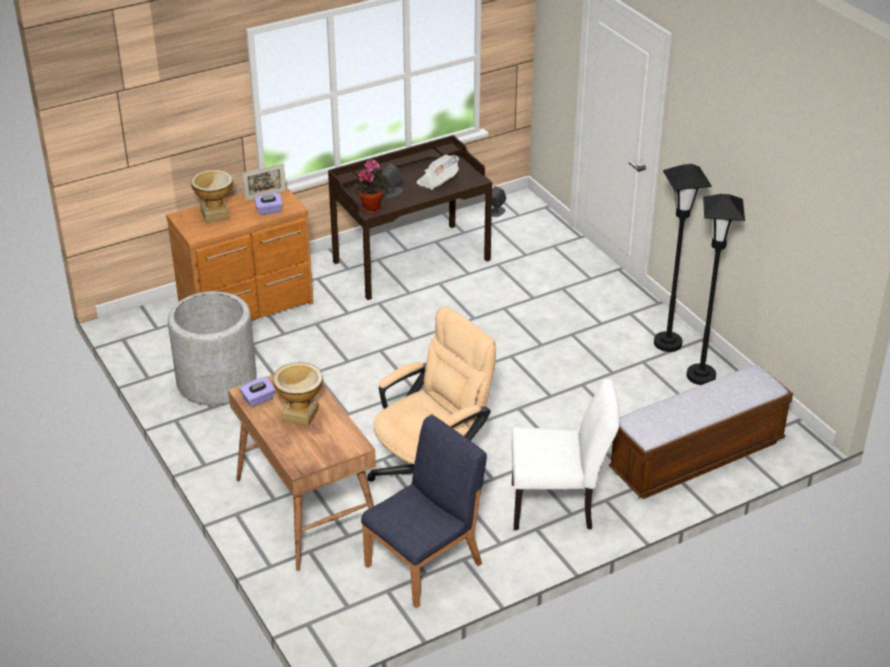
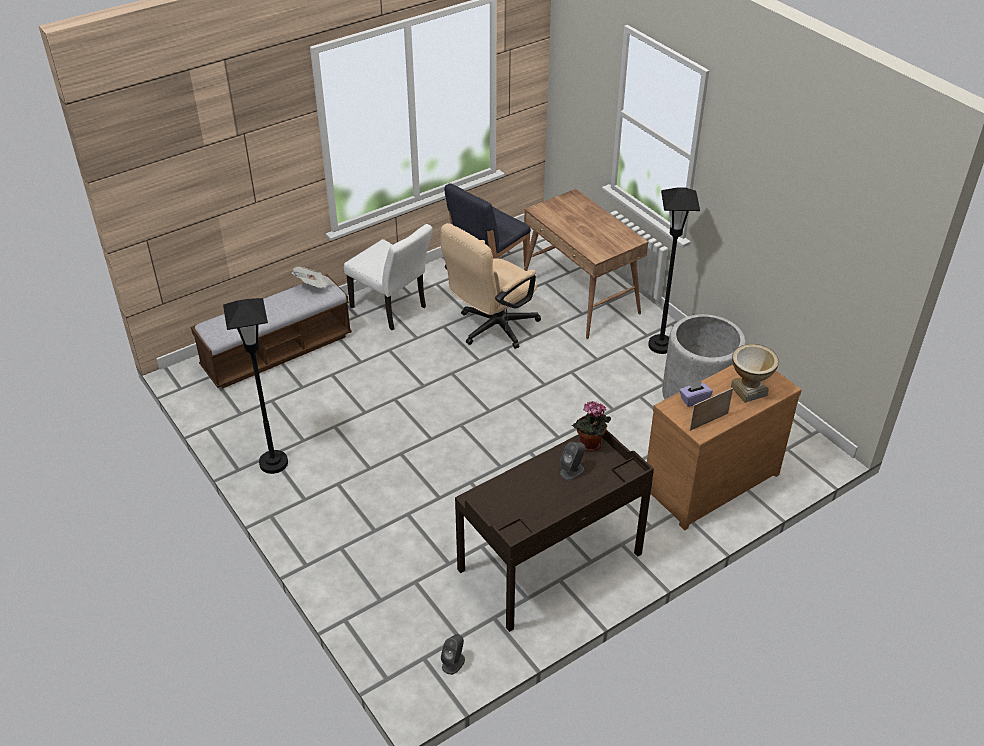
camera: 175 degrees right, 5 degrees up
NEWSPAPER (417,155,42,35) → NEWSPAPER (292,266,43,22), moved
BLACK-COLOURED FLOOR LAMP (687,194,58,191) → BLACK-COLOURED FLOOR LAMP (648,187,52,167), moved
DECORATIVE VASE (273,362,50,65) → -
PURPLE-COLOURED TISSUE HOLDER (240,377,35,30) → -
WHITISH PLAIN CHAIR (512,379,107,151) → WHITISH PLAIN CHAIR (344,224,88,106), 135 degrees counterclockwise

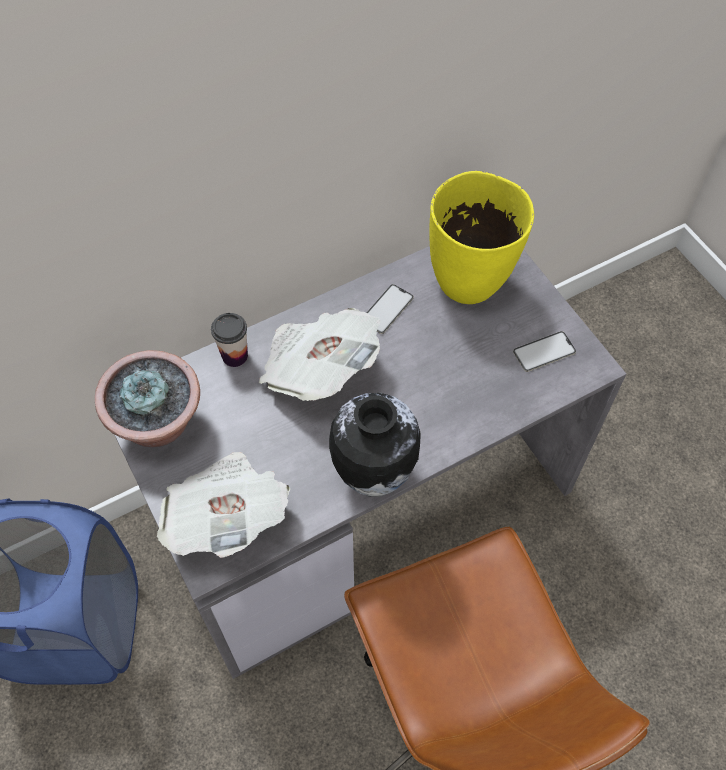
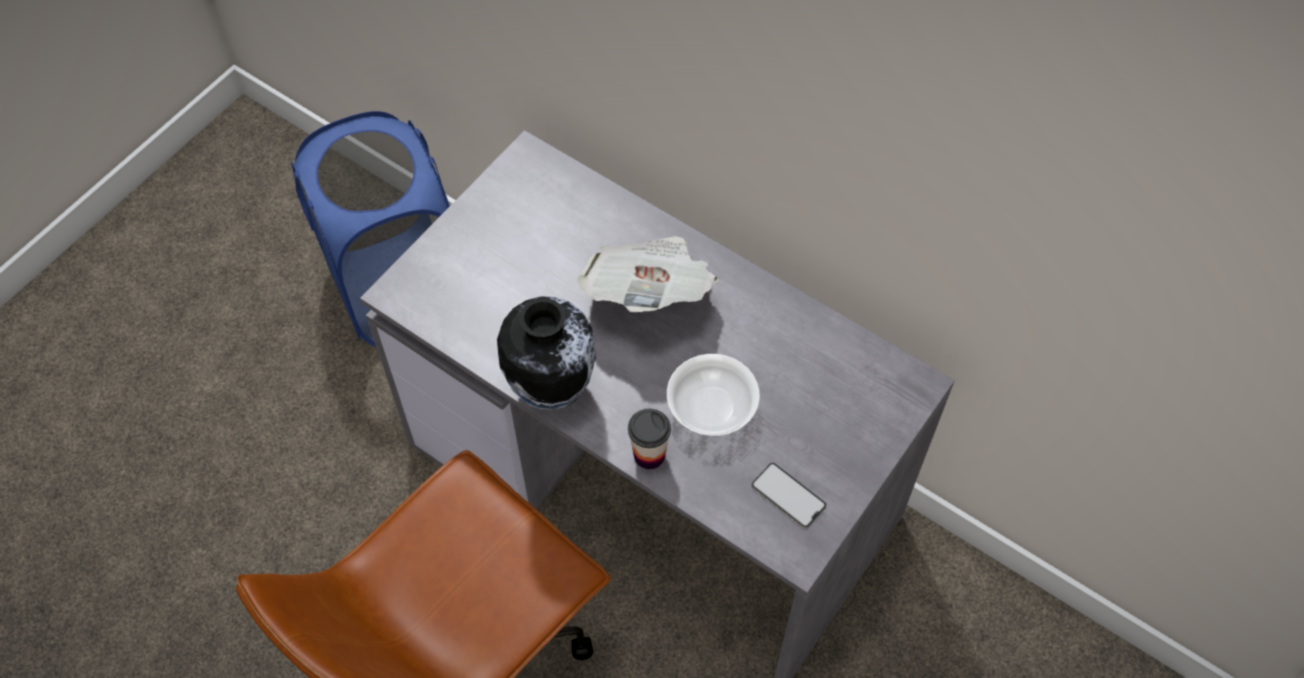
camera: 65 degrees right, 0 degrees up
YELLOW-COLOURED DECORATIVE VASE (429,171,105,133) → -
TELEPHONE (366,284,48,50) → -
CUP (211,313,37,54) → CUP (628,409,43,60), moved
POTTED PLANT (95,350,105,97) → -
NEWSPAPER (157,452,134,106) → -
- → DEEP DISH (667,354,93,82)

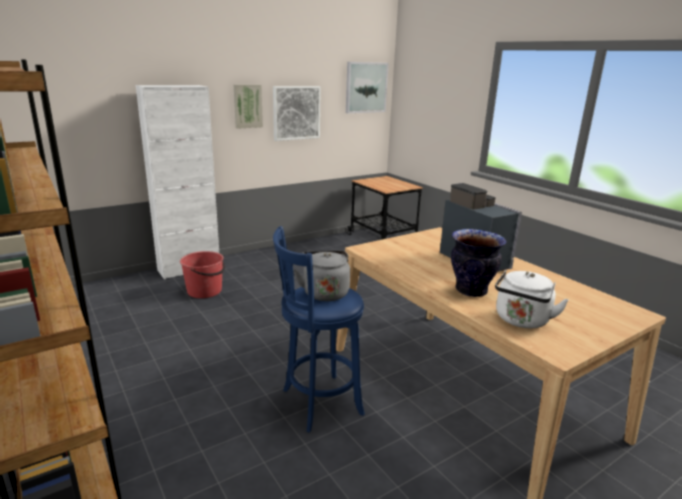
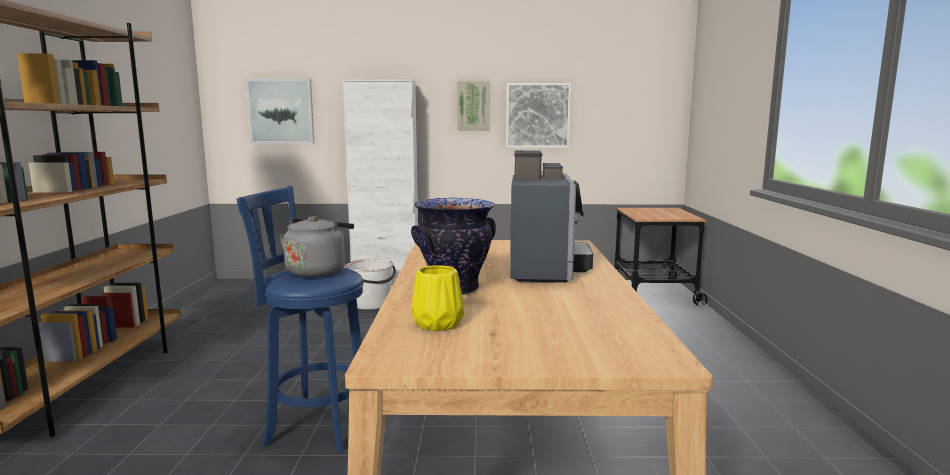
camera: 35 degrees right, 10 degrees down
WALL ART (346,62,43,51) → WALL ART (246,78,68,66), moved
RED PAIL (180,251,45,47) → WHITISH PAIL (345,259,51,51)
WHITISH TEA KETTLE (495,270,74,58) → YELLOW-COLOURED DECORATIVE VASE (411,265,53,66)

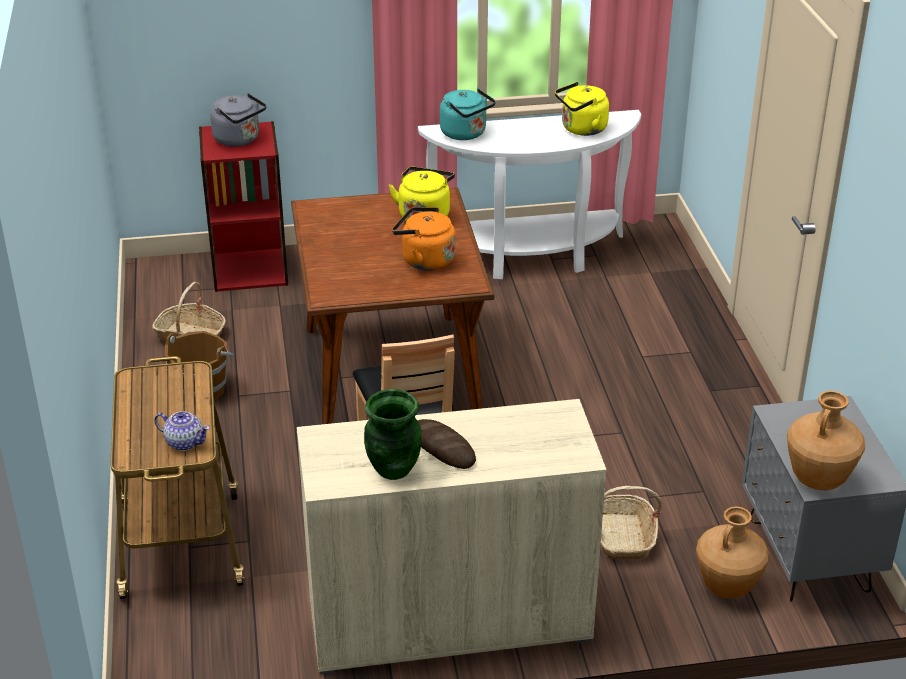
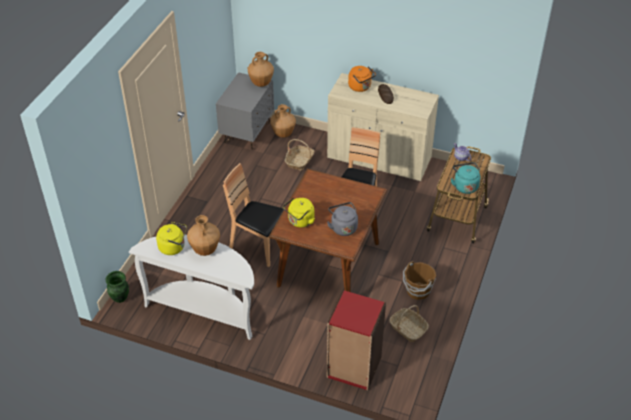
camera: 150 degrees left, 10 degrees up
BLUE-GREEN TEA KETTLE (440,88,56,52) → BLUE-GREEN TEA KETTLE (451,162,29,32), moved
GREYISH TEA KETTLE (210,93,56,54) → GREYISH TEA KETTLE (327,202,31,34), moved
ORANGEY TEA KETTLE (392,207,64,64) → ORANGEY TEA KETTLE (348,66,28,26), moved
GREENISH DECORATIVE VASE (364,389,58,91) → GREENISH DECORATIVE VASE (106,271,23,32), moved
- → BROWNISH PLAIN CHAIR (223,163,61,104)
- → BROWNISH DECORATIVE VASE (187,215,33,41)

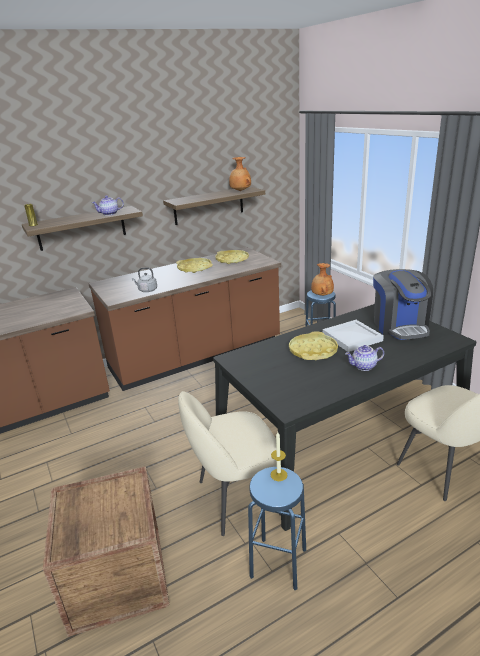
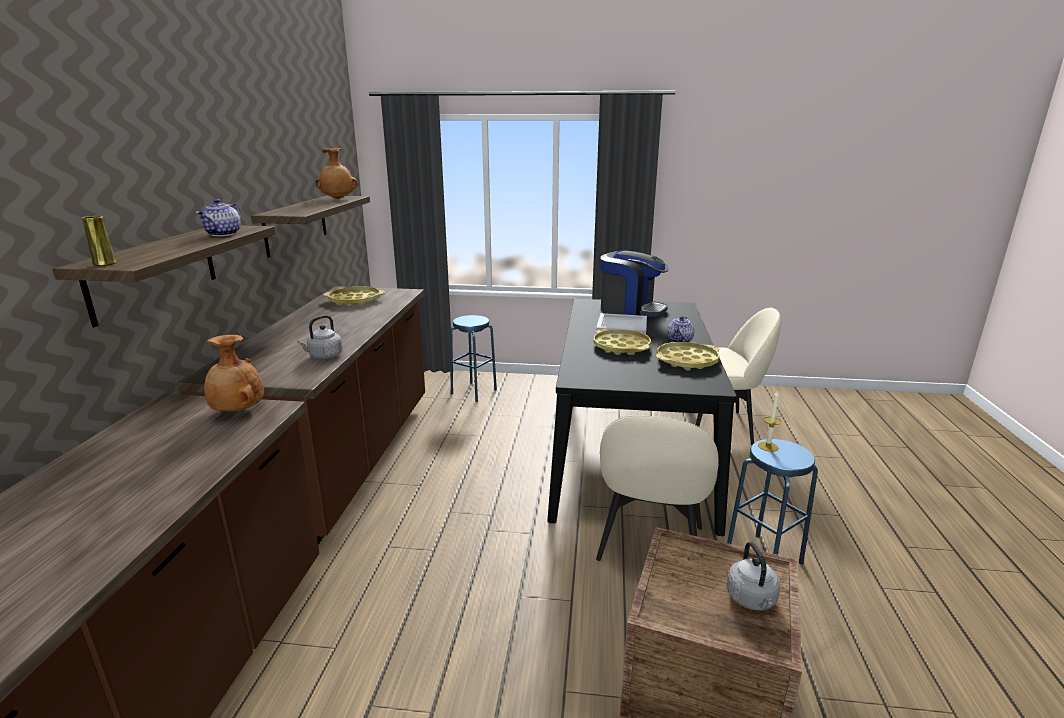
camera: 55 degrees left, 5 degrees down
YELLOW-COLOURED CARRYING TRAY (176,258,37,15) → YELLOW-COLOURED CARRYING TRAY (656,342,64,28), moved
BROWNISH DECORATIVE VASE (311,263,23,33) → BROWNISH DECORATIVE VASE (204,335,60,77), moved
- → GREYISH TEA KETTLE (726,542,54,68)

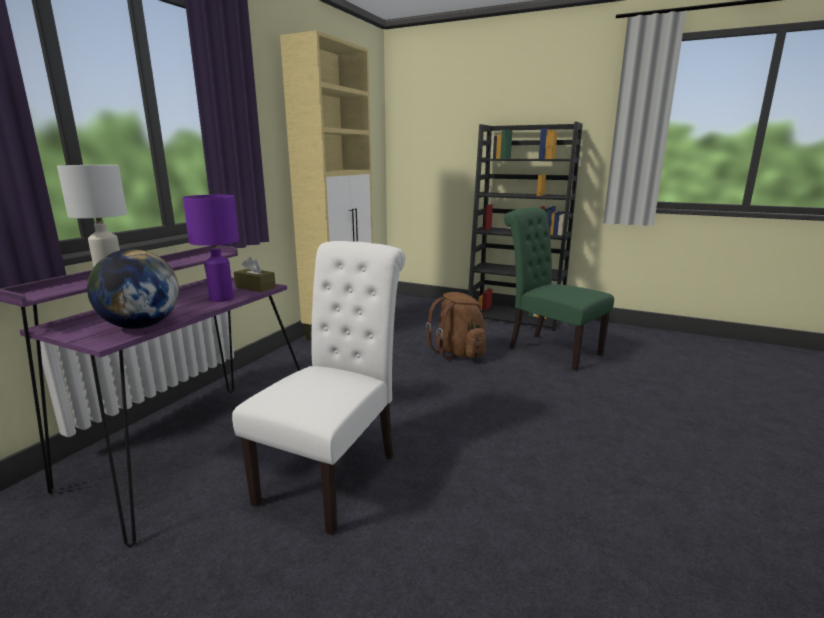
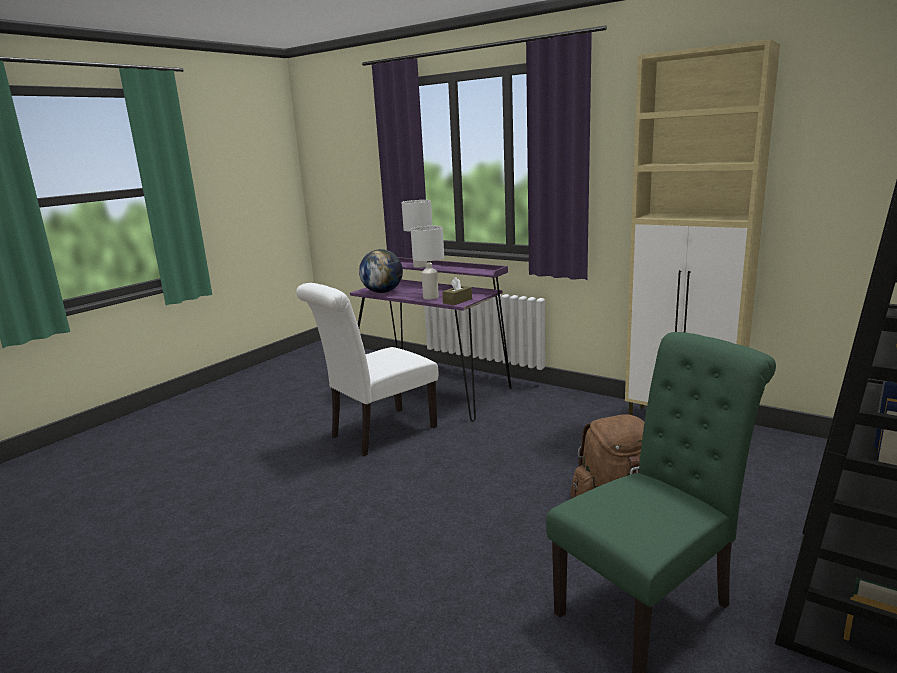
camera: 100 degrees right, 0 degrees up
PURPLE-COLOURED TABLETOP LAMP (183,195,56,107) → WHITISH TABLETOP LAMP (411,226,33,74)
WHITISH PLAIN CHAIR (232,241,173,295) → WHITISH PLAIN CHAIR (296,283,142,173), 105 degrees clockwise

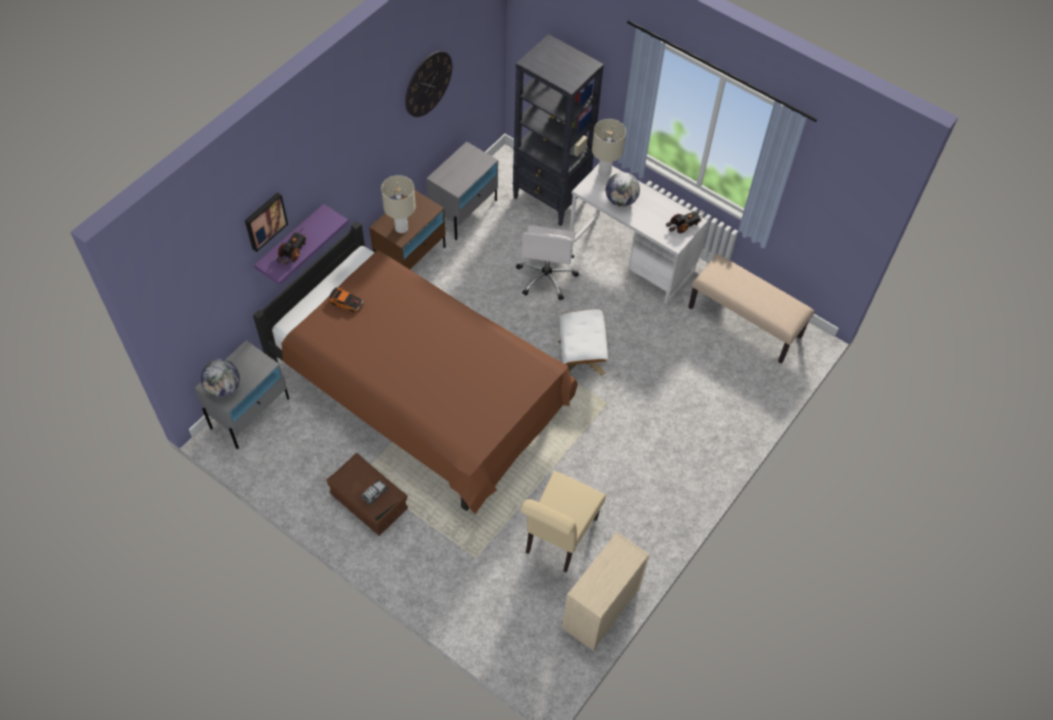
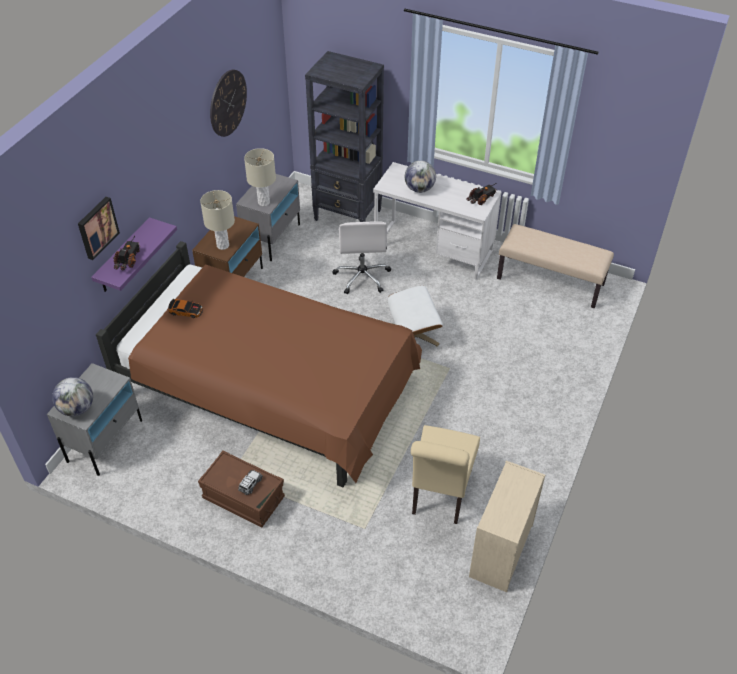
camera: 10 degrees left, 10 degrees down
BEIGE TABLETOP LAMP (592,119,34,58) → BEIGE TABLETOP LAMP (244,148,32,58), moved

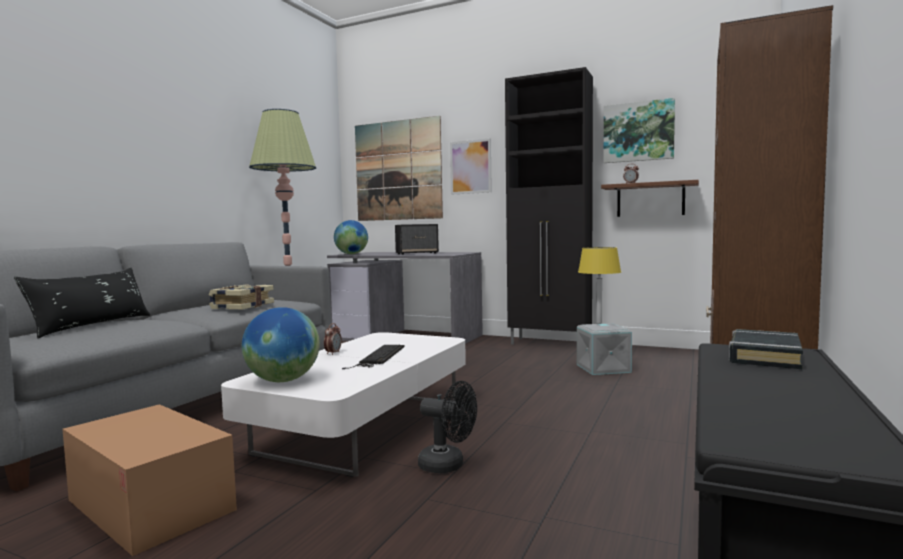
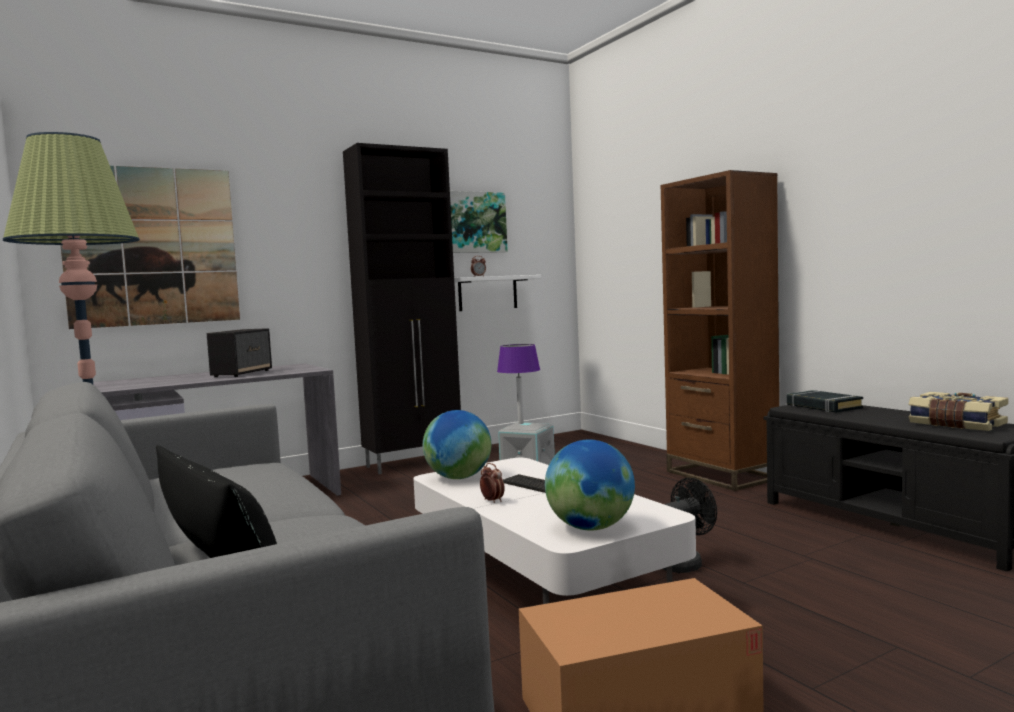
camera: 55 degrees left, 0 degrees up
WALL ART (450,138,42,57) → -
BROWNISH SHELF (601,180,98,37) → WHITISH SHELF (454,275,87,36)
DESK GLOBE (334,220,34,34) → DESK GLOBE (423,410,68,69), moved
YELLOW-COLOURED TABLETOP LAMP (578,247,43,77) → PURPLE-COLOURED TABLETOP LAMP (497,344,43,80)
BOOK (209,285,65,25) → BOOK (908,392,100,39), moved

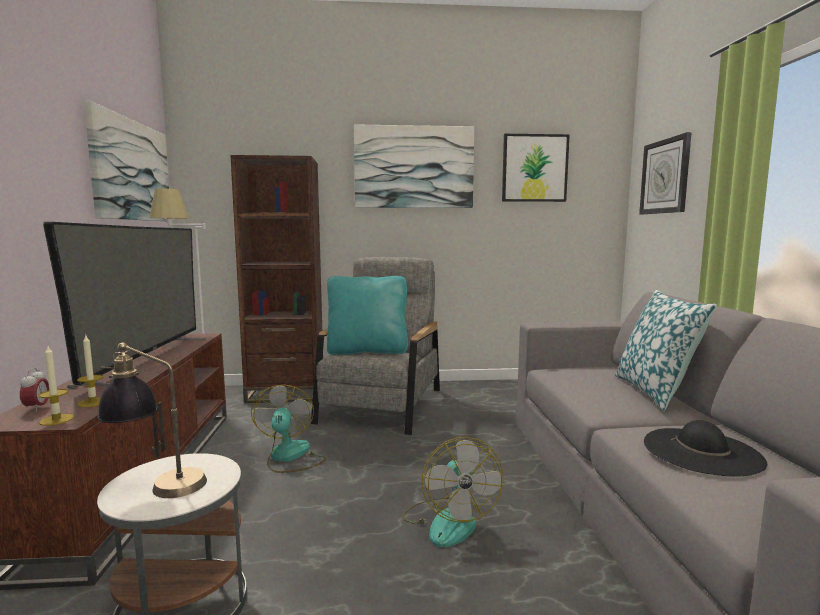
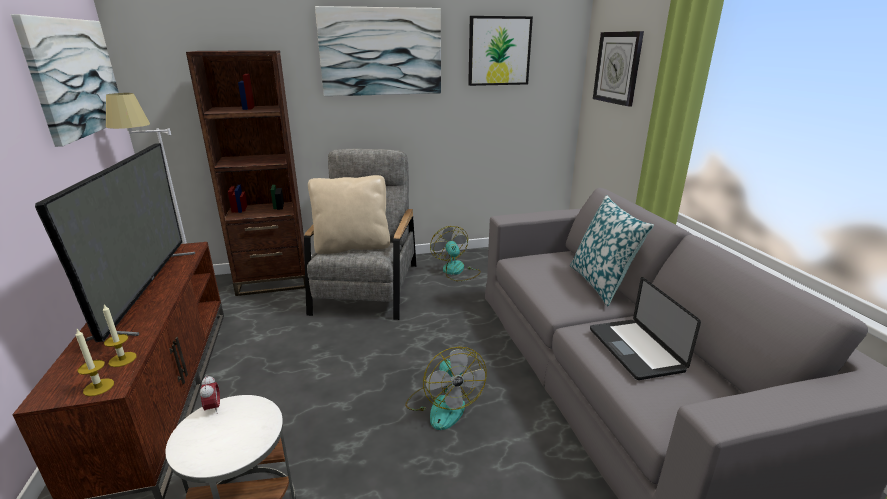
camera: 10 degrees left, 15 degrees up
BLUE-GREEN THROW PILLOW (327,276,81,79) → BEIGE THROW PILLOW (308,175,82,79)
TABLETOP LAMP (97,342,110,156) → -
ALARM CLOCK (20,368,29,44) → ALARM CLOCK (200,375,20,37), moved
FAN (251,385,75,88) → FAN (430,226,51,55), moved
BLACK-COLOURED CLOTHING HAT (644,420,124,57) → LAPTOP (590,277,111,103)

